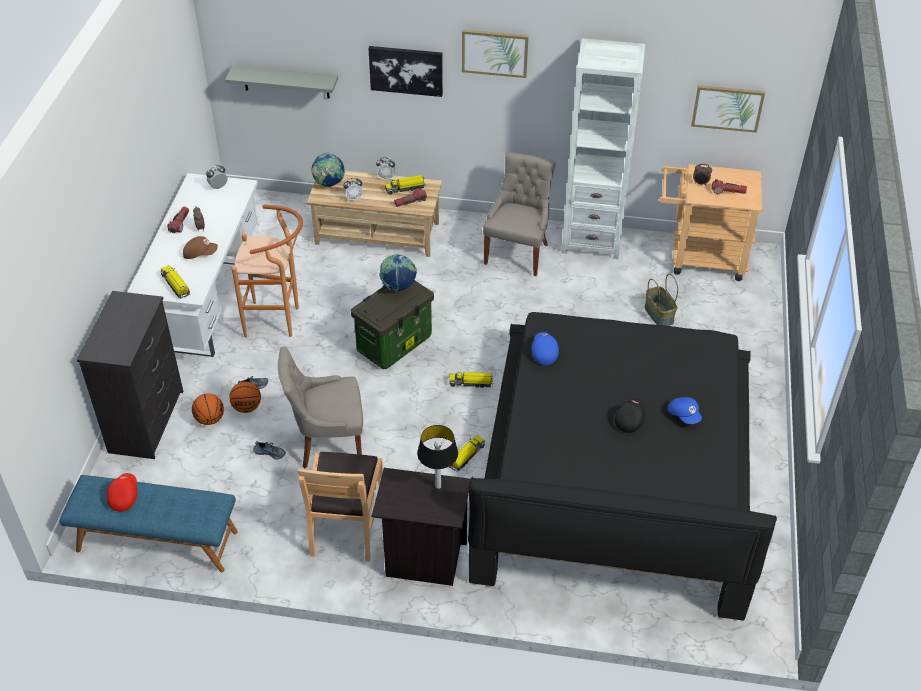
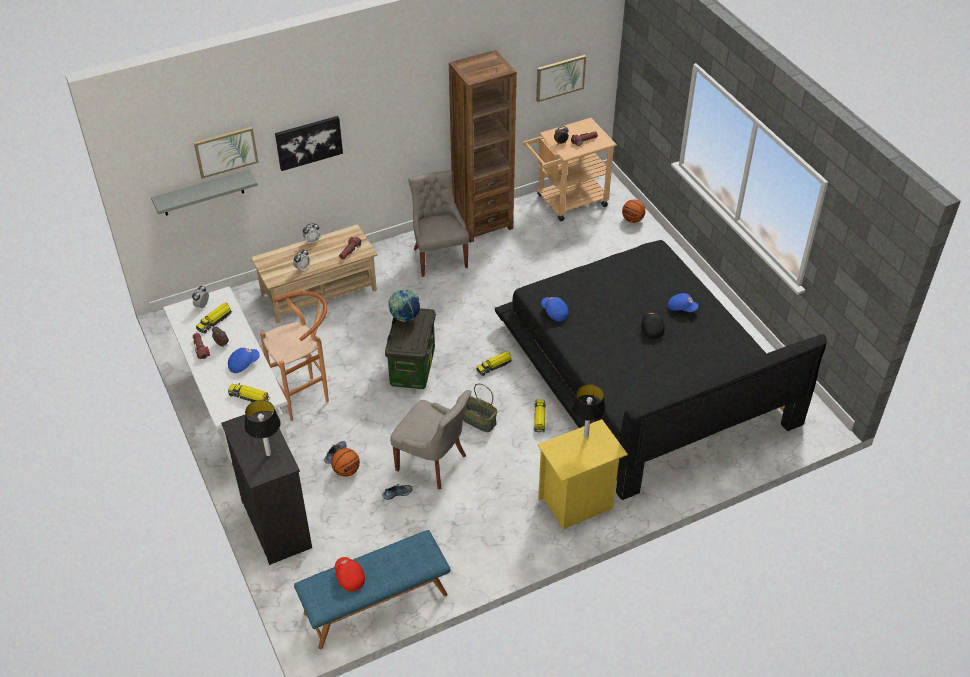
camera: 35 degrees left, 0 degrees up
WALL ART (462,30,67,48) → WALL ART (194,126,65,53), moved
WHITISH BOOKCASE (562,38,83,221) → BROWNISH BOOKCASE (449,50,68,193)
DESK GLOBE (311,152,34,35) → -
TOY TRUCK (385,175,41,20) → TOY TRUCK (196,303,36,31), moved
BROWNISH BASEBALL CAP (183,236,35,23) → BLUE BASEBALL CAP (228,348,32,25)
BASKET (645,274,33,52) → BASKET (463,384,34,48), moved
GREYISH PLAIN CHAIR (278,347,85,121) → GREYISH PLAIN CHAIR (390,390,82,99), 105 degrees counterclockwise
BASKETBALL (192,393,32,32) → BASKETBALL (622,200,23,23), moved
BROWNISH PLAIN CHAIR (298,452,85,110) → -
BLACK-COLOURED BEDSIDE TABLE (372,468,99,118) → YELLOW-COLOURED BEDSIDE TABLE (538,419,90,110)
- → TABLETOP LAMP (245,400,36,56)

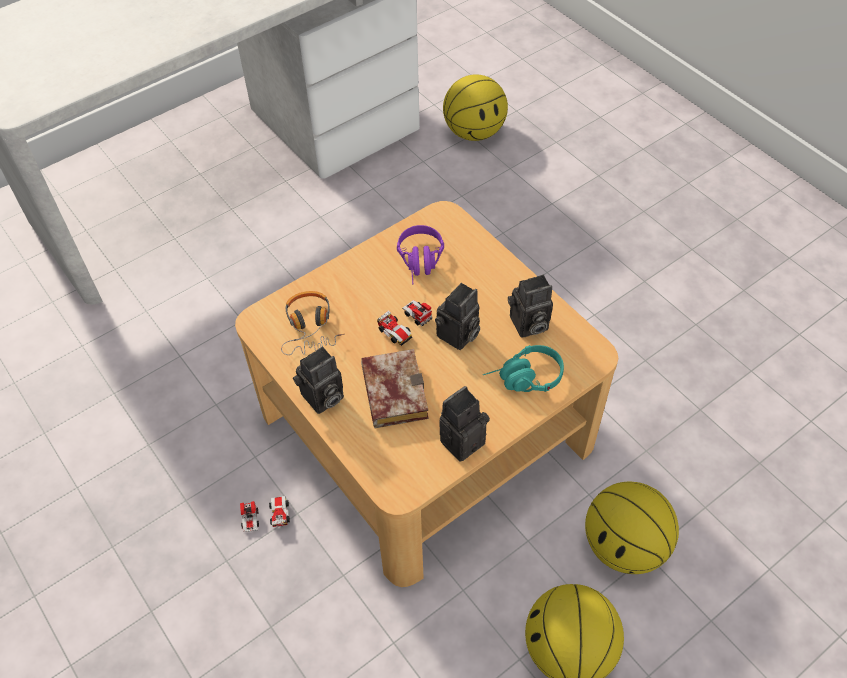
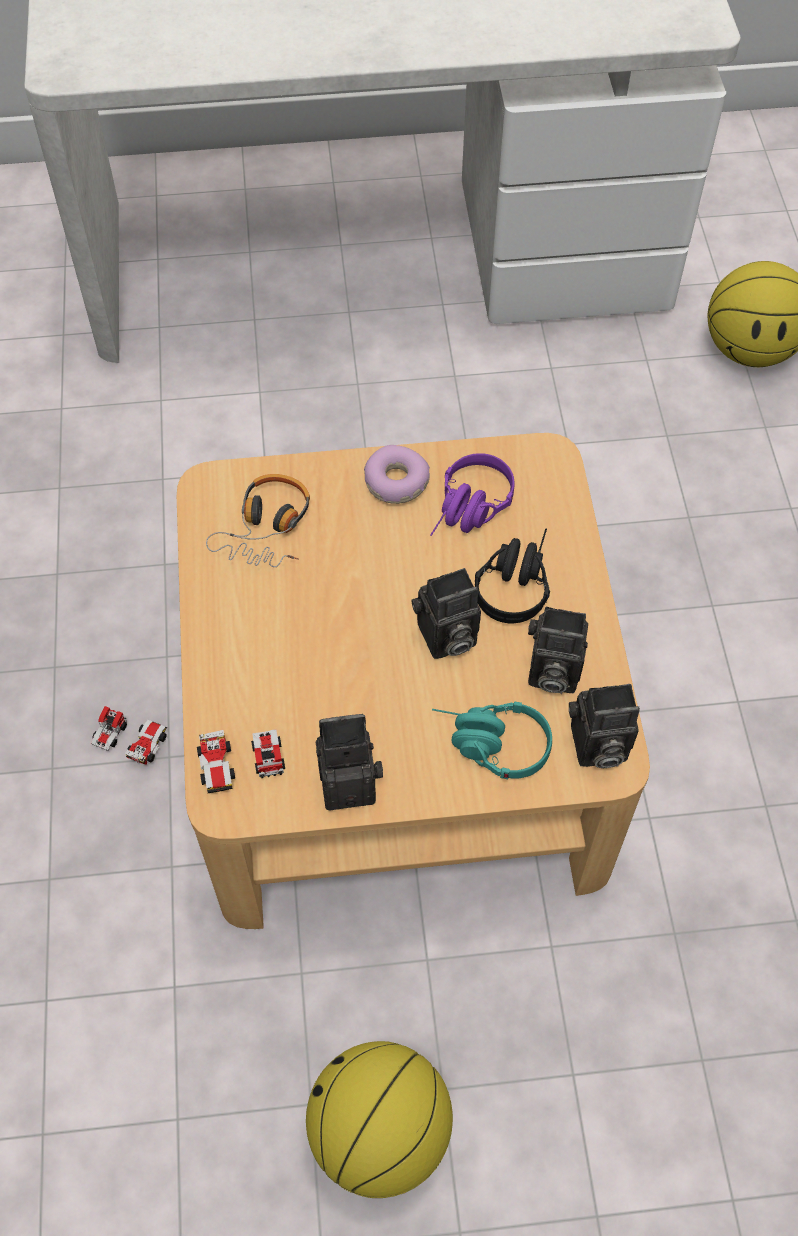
camera: 30 degrees right, 5 degrees up
MODEL CAR (377,300,55,46) → MODEL CAR (197,729,88,64), moved
PHOTO CAMERA (293,347,51,67) → PHOTO CAMERA (569,684,71,84), moved
BOOK (361,349,68,79) → -
BASKETBALL (585,482,94,92) → -
- → RING DOUGHNUT (364,445,66,59)
- → BLACK-COLOURED HEADSET (475,529,75,94)

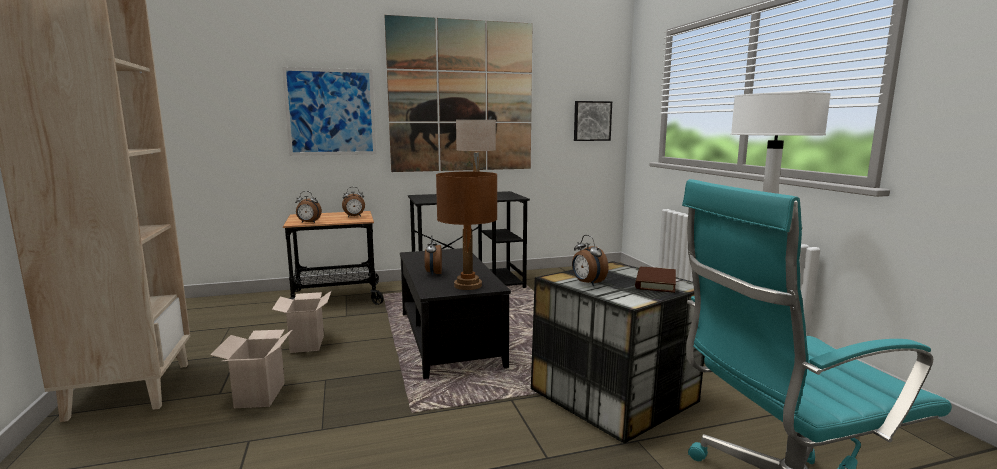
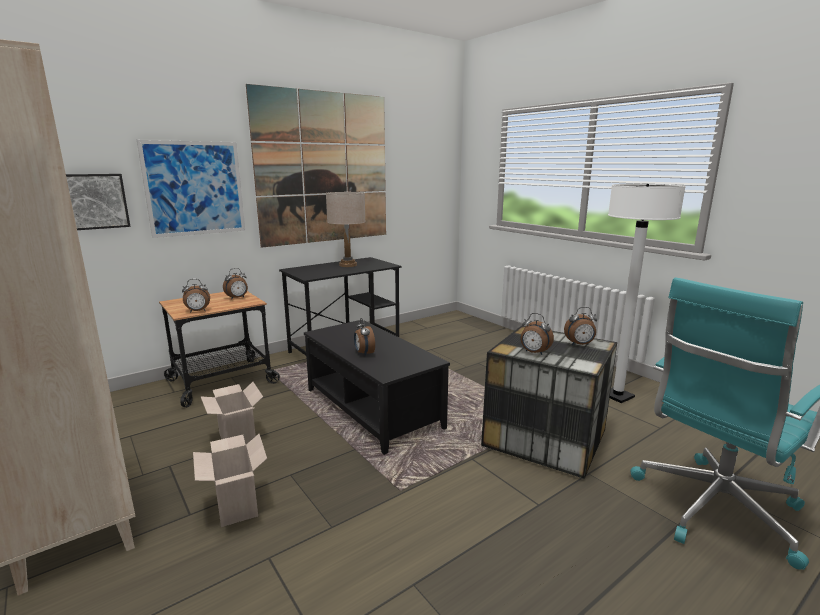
camera: 20 degrees left, 5 degrees up
WALL ART (574,101,38,40) → WALL ART (66,174,64,56), moved
BROWNISH TABLETOP LAMP (436,171,61,119) → -
BROWNISH BOOK (635,267,41,26) → ALARM CLOCK (564,307,33,38)

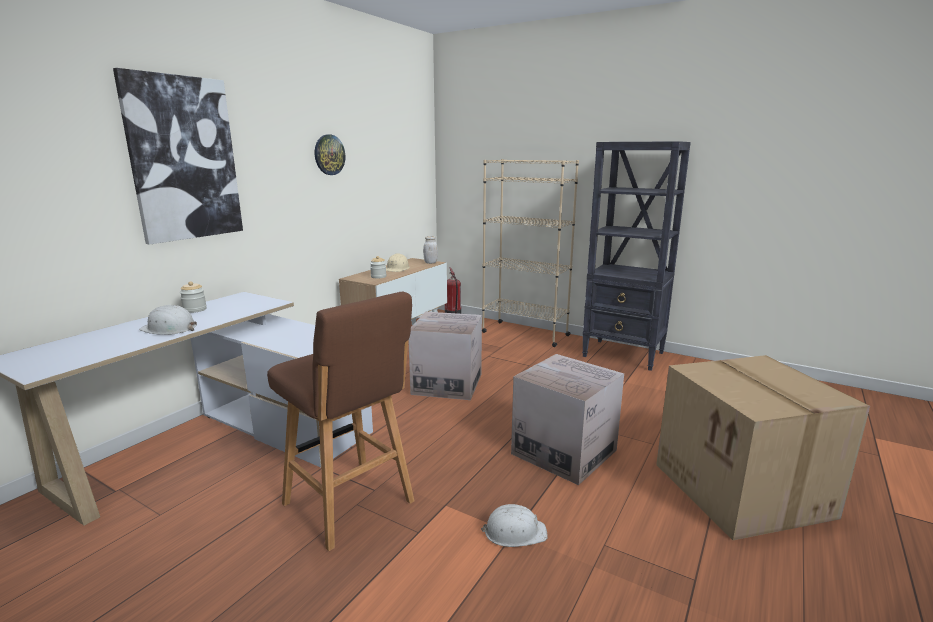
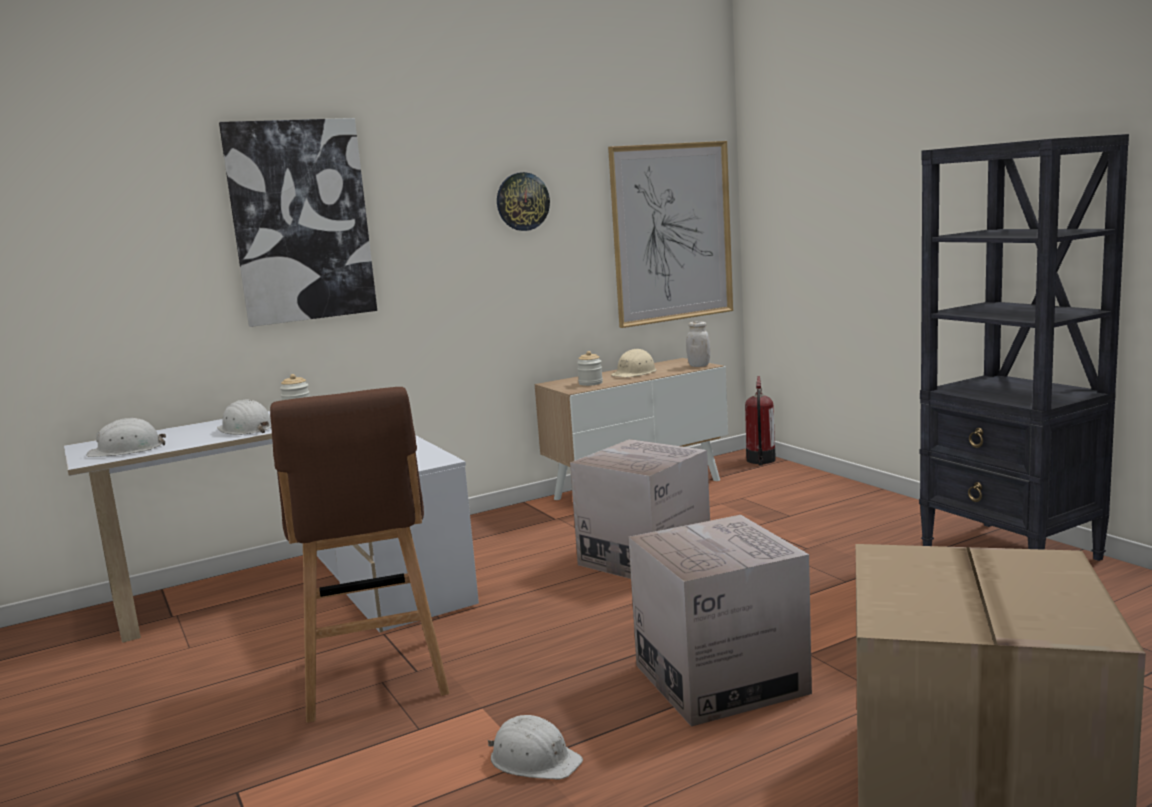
camera: 30 degrees right, 5 degrees down
BEIGE BOOKCASE (482,159,97,188) → -
- → WALL ART (608,141,125,187)
- → WHITISH WORK HELMET (86,417,80,40)

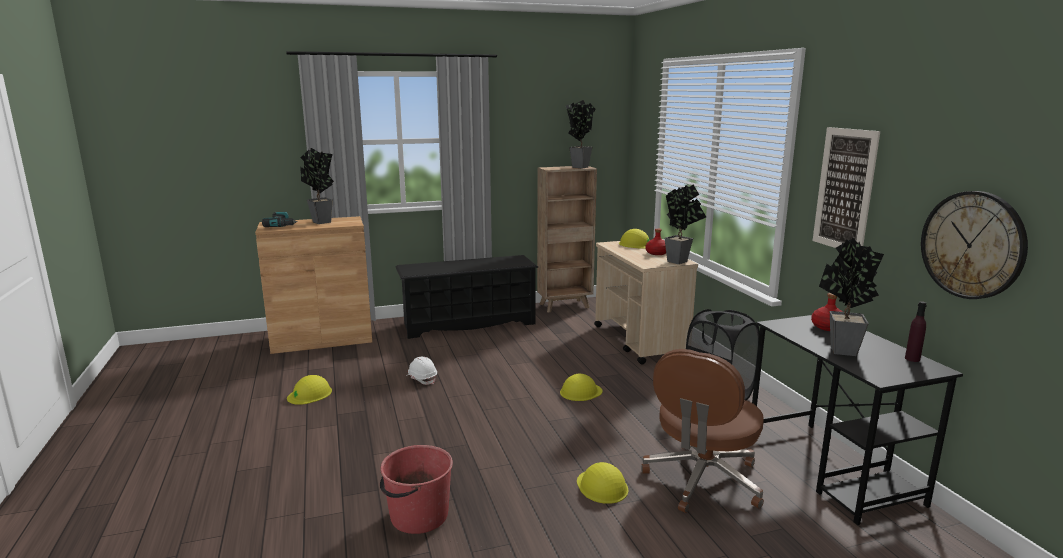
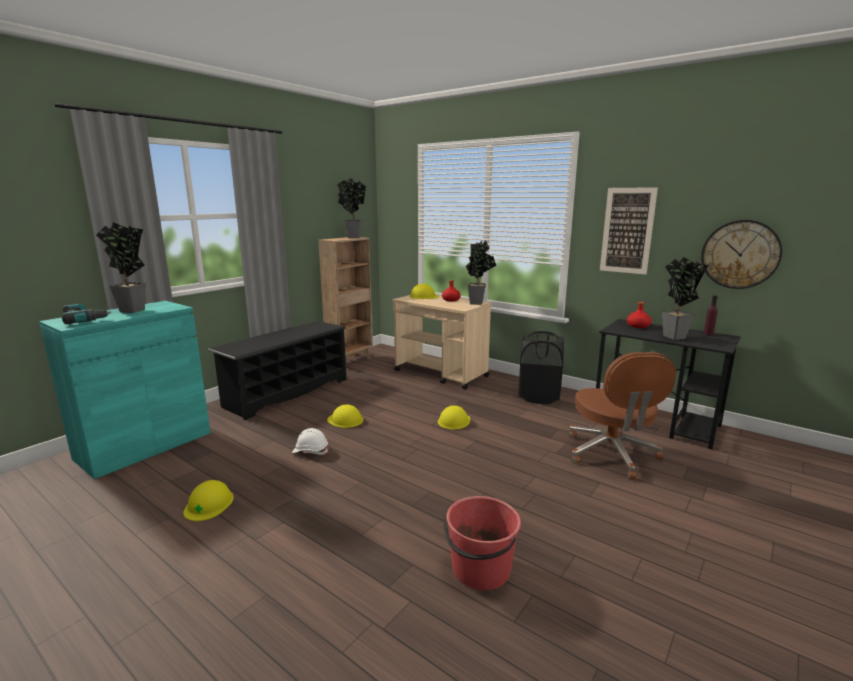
camera: 35 degrees left, 0 degrees up
BROWNISH STORAGE CABINET (255,216,117,138) → BLUE-GREEN STORAGE CABINET (39,301,171,178)
YELLOW-COLOURED WORK HELMET (577,462,51,42) → YELLOW-COLOURED WORK HELMET (327,404,36,24), moved

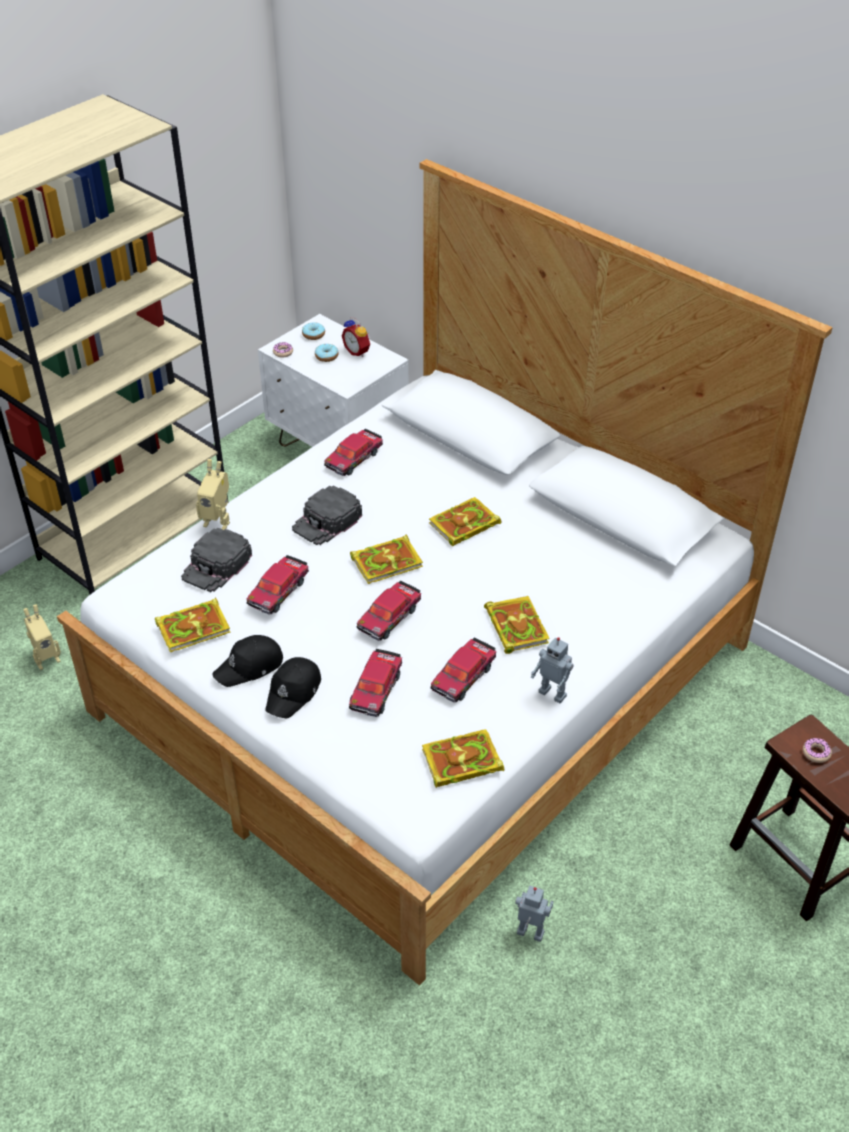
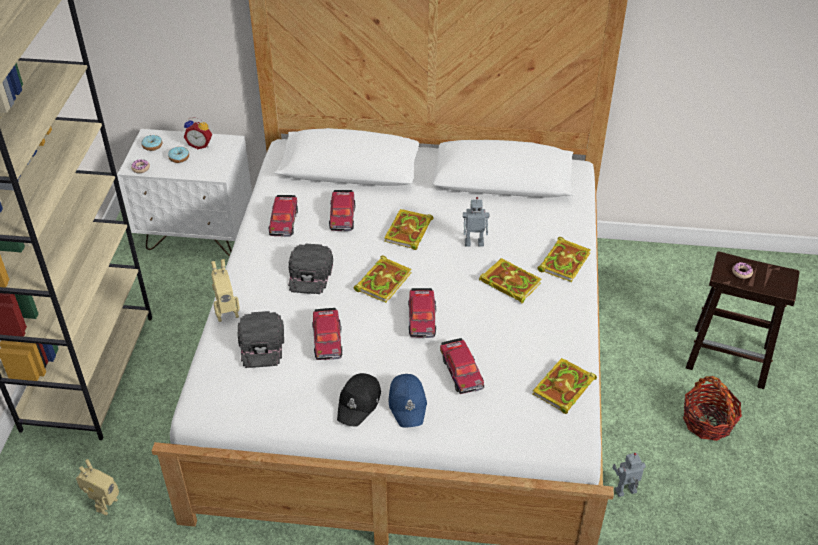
camera: 35 degrees left, 0 degrees up
BOOK (155,597,75,55) → BOOK (537,237,54,45), moved
MODEL ROBOT (531,637,43,66) → MODEL ROBOT (463,197,26,50), moved
MODEL CAR (430,638,66,65) → MODEL CAR (329,190,27,41), moved
BLACK-COLOURED BASEBALL CAP (265,657,56,61) → BLUE BASEBALL CAP (389,374,38,54)
- → BASKET (683,376,59,65)

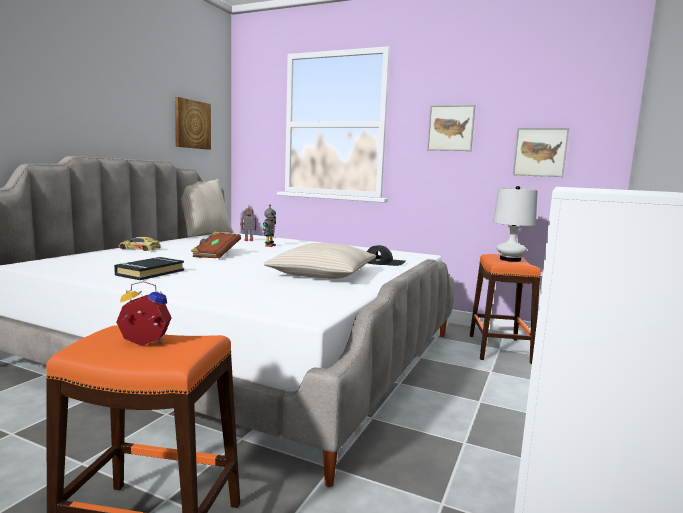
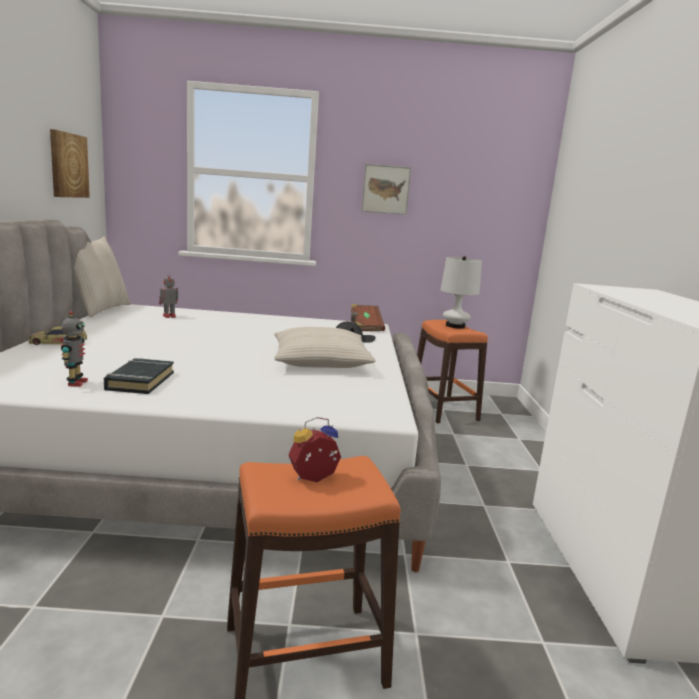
camera: 25 degrees left, 5 degrees up
WALL ART (513,128,56,49) → -
MODEL ROBOT (263,205,13,42) → MODEL ROBOT (61,311,27,76), moved
BROWNISH BOOK (191,232,50,27) → BROWNISH BOOK (351,304,34,27), moved

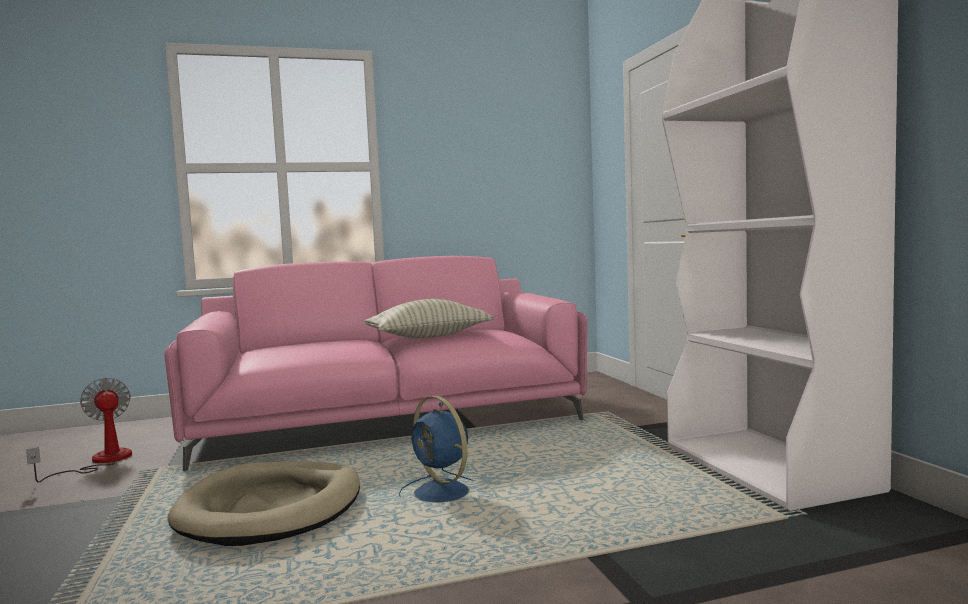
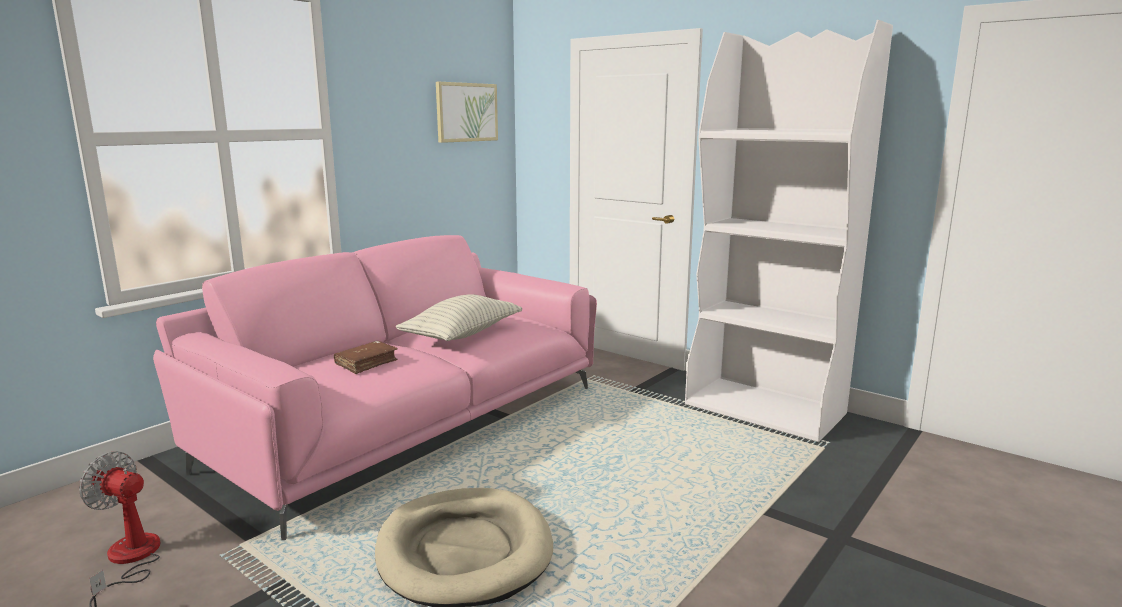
camera: 35 degrees left, 10 degrees up
BLUE FAN (399,396,76,107) → -
- → WALL ART (436,82,62,61)
- → BROWNISH BOOK (334,341,64,33)

